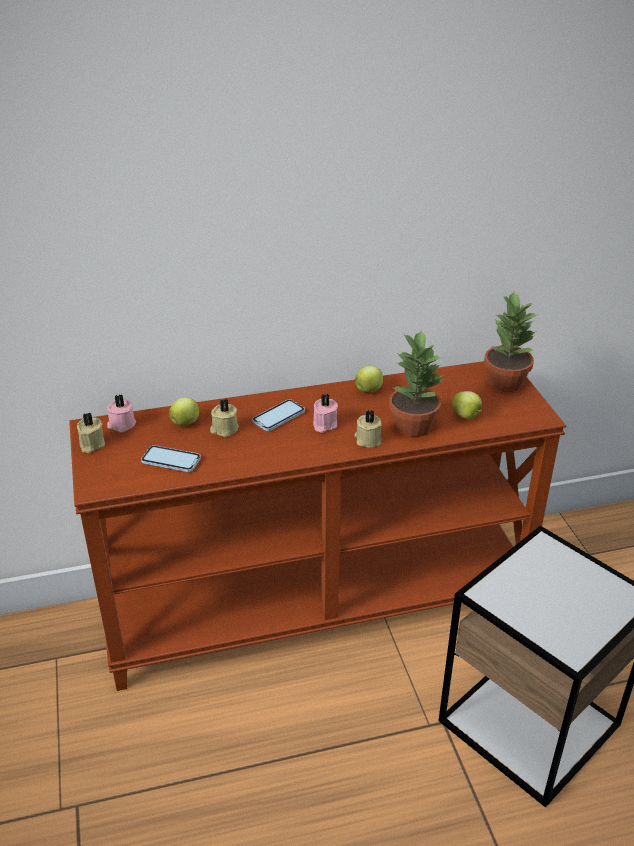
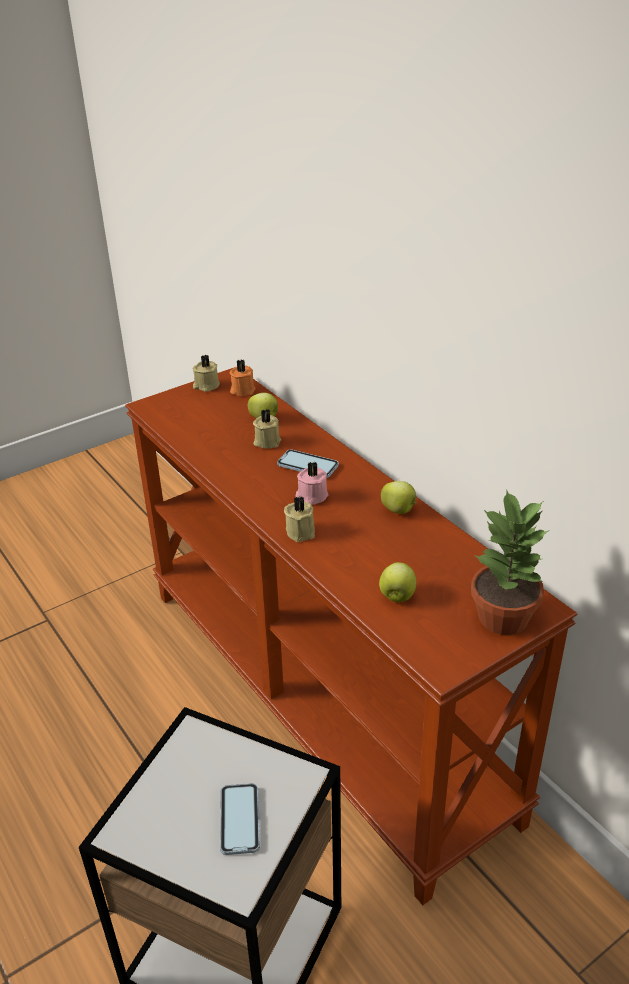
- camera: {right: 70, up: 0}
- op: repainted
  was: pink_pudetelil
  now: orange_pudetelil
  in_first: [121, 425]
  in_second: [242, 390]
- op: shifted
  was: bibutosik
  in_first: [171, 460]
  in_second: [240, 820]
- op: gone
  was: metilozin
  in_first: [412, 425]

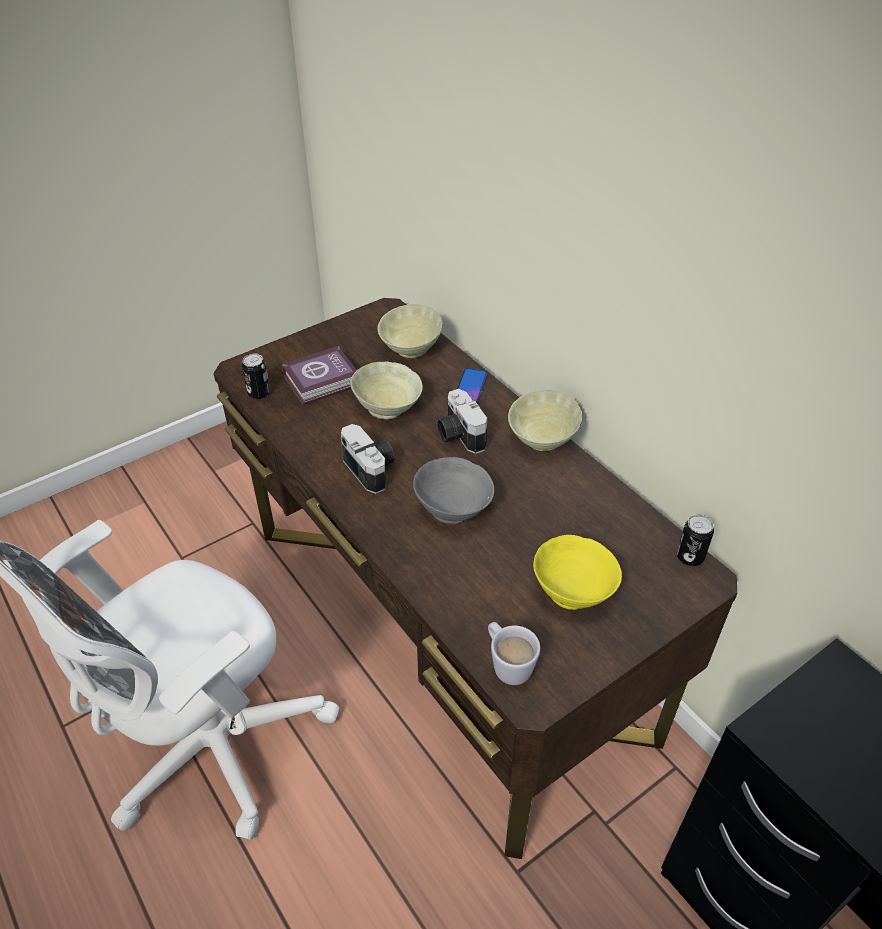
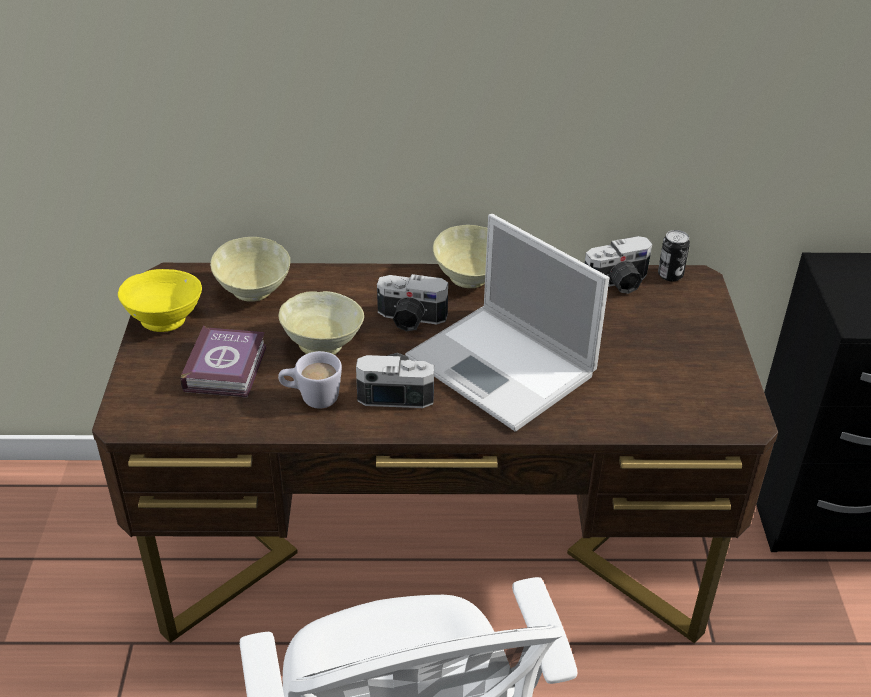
- camera: {right: -55, up: -5}
- op: gone
  was: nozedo
  in_first: [259, 392]
- op: swapped
  was: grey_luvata
  now: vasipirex
  in_first: [453, 511]
  in_second: [503, 367]
- op: gone
  was: bibutosik
  in_first: [470, 387]
- op: shifted
  was: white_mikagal
  in_first: [507, 664]
  in_second: [312, 398]
- op: shifted
  was: yellow_luvata
  in_first: [573, 593]
  in_second: [166, 320]
- op: new
  now: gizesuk
  in_second: [618, 283]

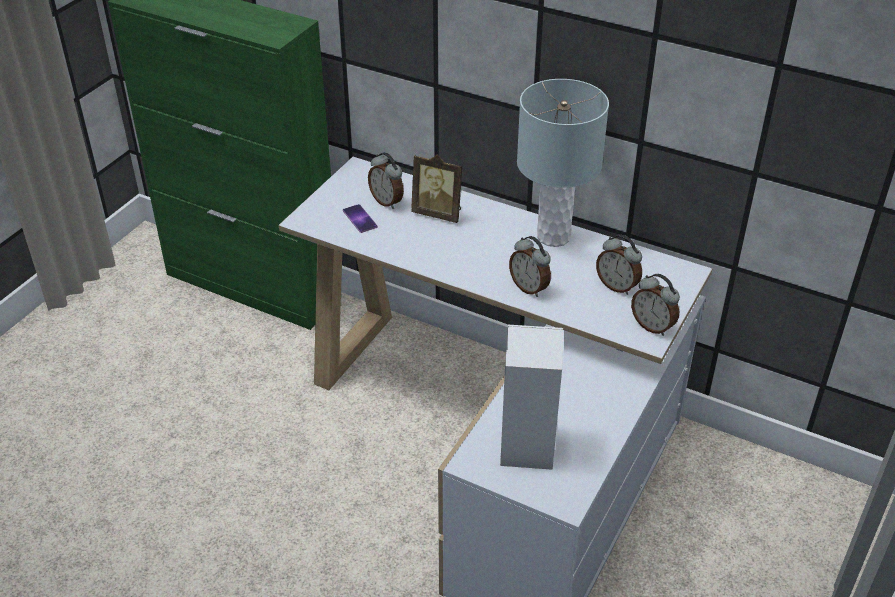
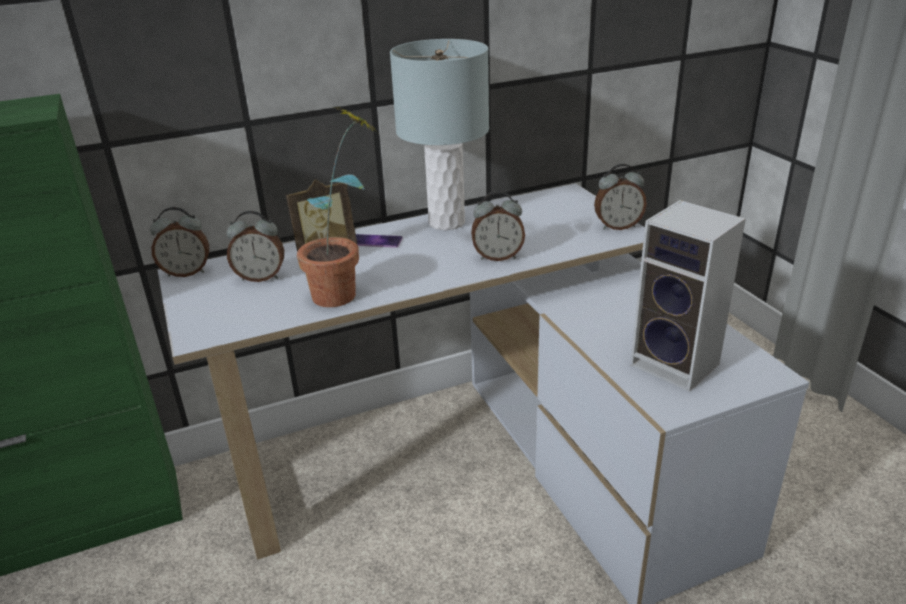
- camera: {right: -50, up: -10}
- op: shifted
  was: bibutosik
  in_first: [360, 218]
  in_second: [376, 241]
- op: shifted
  was: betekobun
  in_first: [617, 286]
  in_second: [187, 272]
- op: new
  now: metilozin
  in_second: [347, 291]

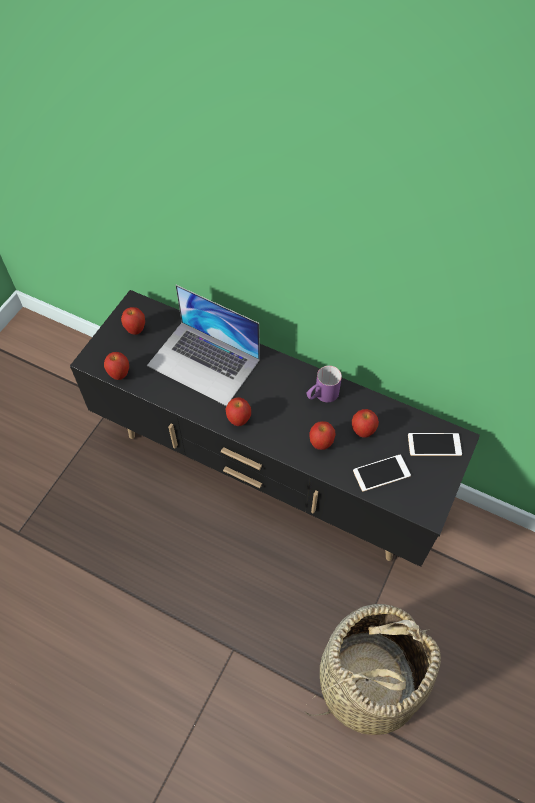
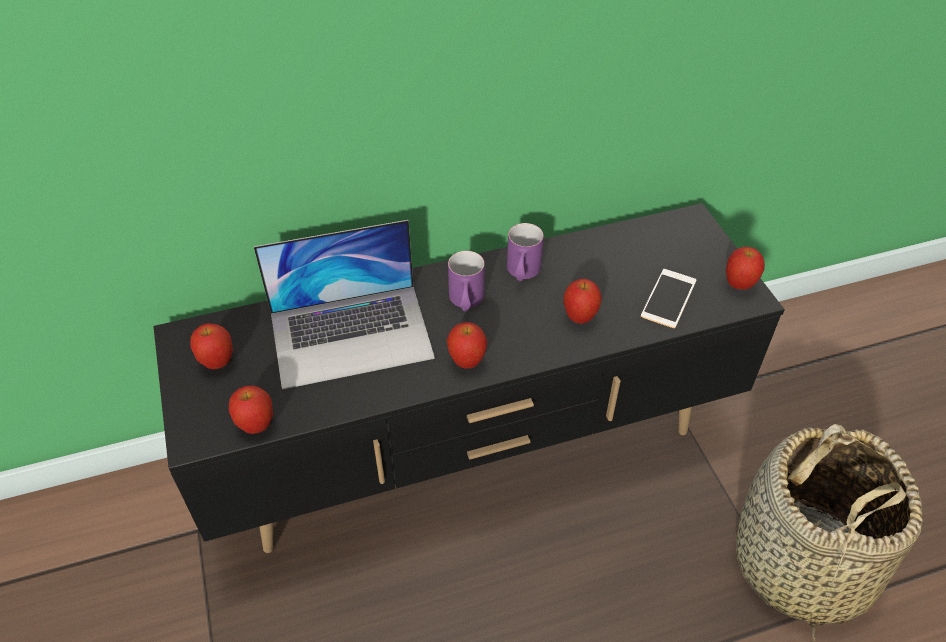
- camera: {right: -45, up: -10}
- op: shifted
  was: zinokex
  in_first: [362, 431]
  in_second: [739, 285]
- op: gone
  was: bibutosik
  in_first: [434, 444]
- op: new
  now: purple_mikagal
  in_second: [466, 302]

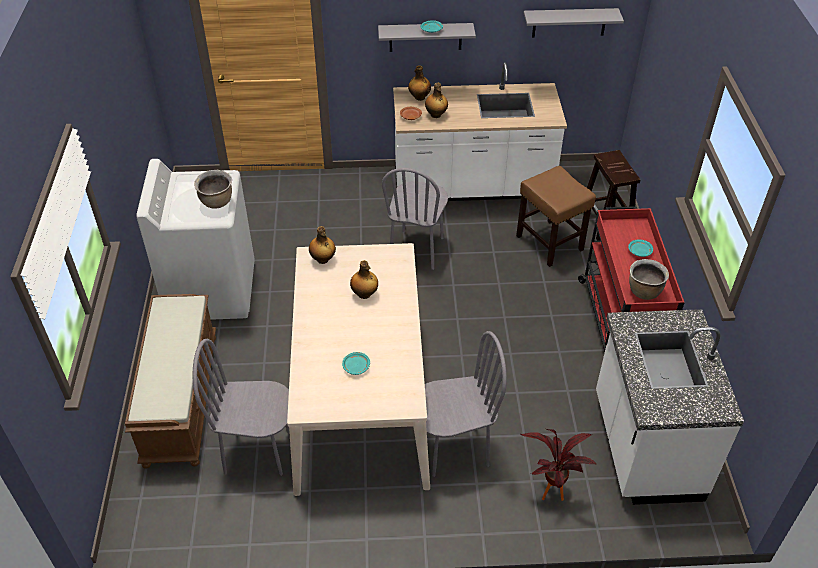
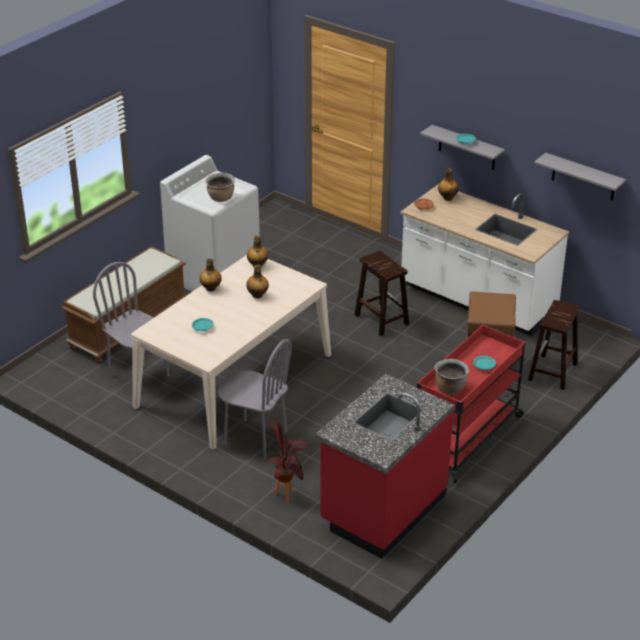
- camera: {right: 40, up: -10}
- op: swapped
  was: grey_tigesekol
  now: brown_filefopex
  in_first: [417, 249]
  in_second: [381, 319]
- op: shifted
  was: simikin
  in_first: [436, 115]
  in_second: [210, 288]
- op: repainted
  was: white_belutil
  now: red_belutil
  in_first: [644, 447]
  in_second: [382, 509]

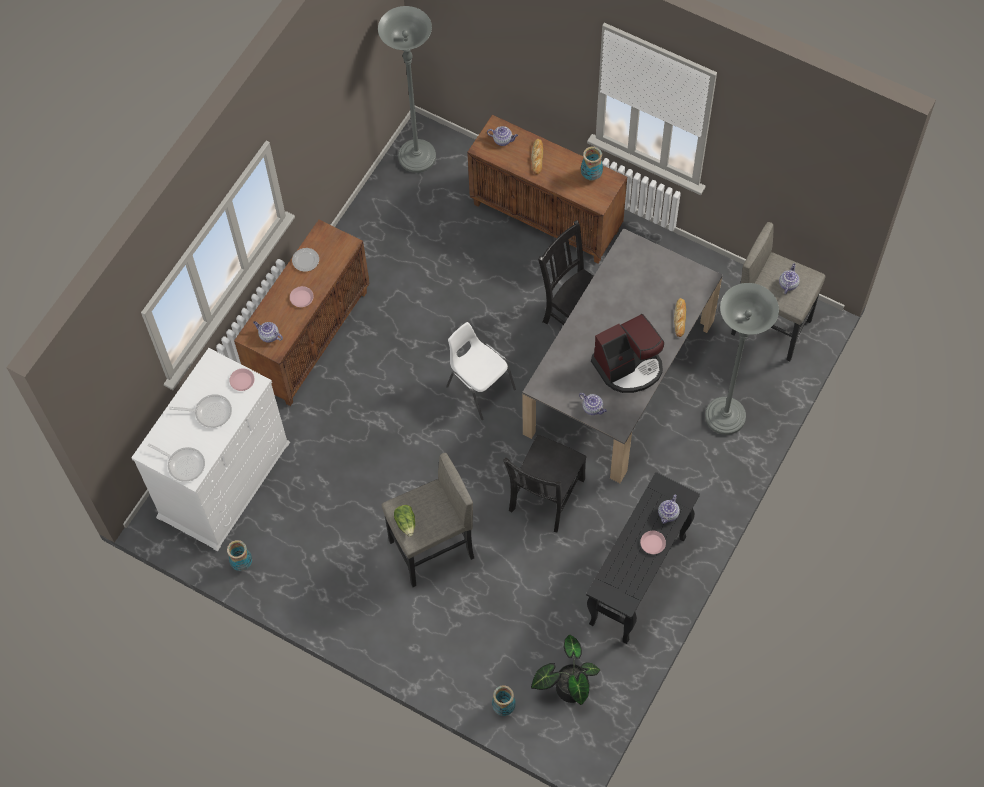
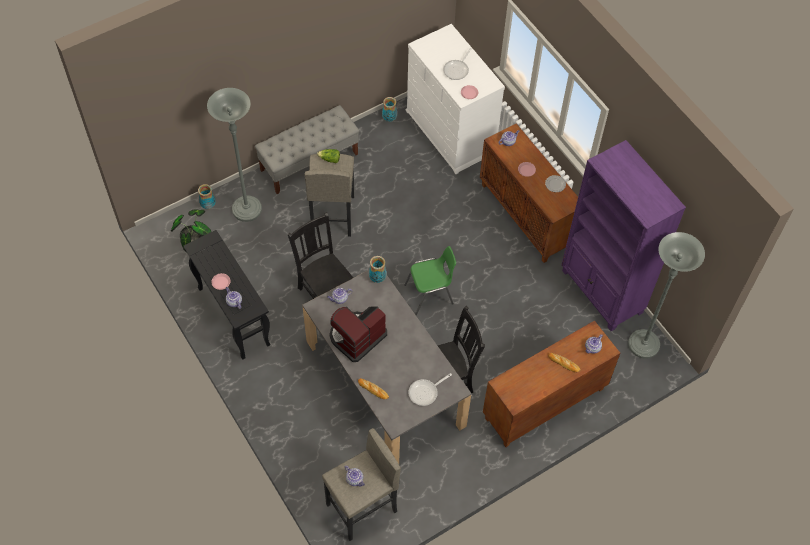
- camera: {right: 115, up: -5}
- op: shifted
  was: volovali
  in_first: [183, 464]
  in_second: [425, 392]
- op: repainted
  was: white_tigesekol
  now: green_tigesekol
  in_first: [479, 387]
  in_second: [430, 294]
- op: shifted
  was: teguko
  in_first: [591, 175]
  in_second: [377, 278]
- op: rotated
  was: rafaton
  in_first: [629, 366]
  in_second: [356, 337]
  clockwise: 45
- op: shifted
  was: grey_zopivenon
  in_first: [725, 417]
  in_second: [247, 210]
- op: new
  now: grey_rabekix
  in_second: [309, 162]
- op: new
  now: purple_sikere
  in_second: [601, 292]

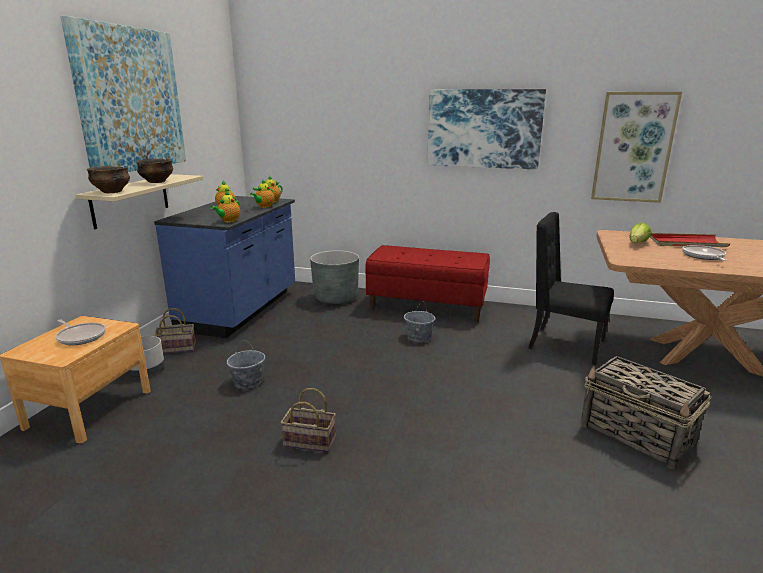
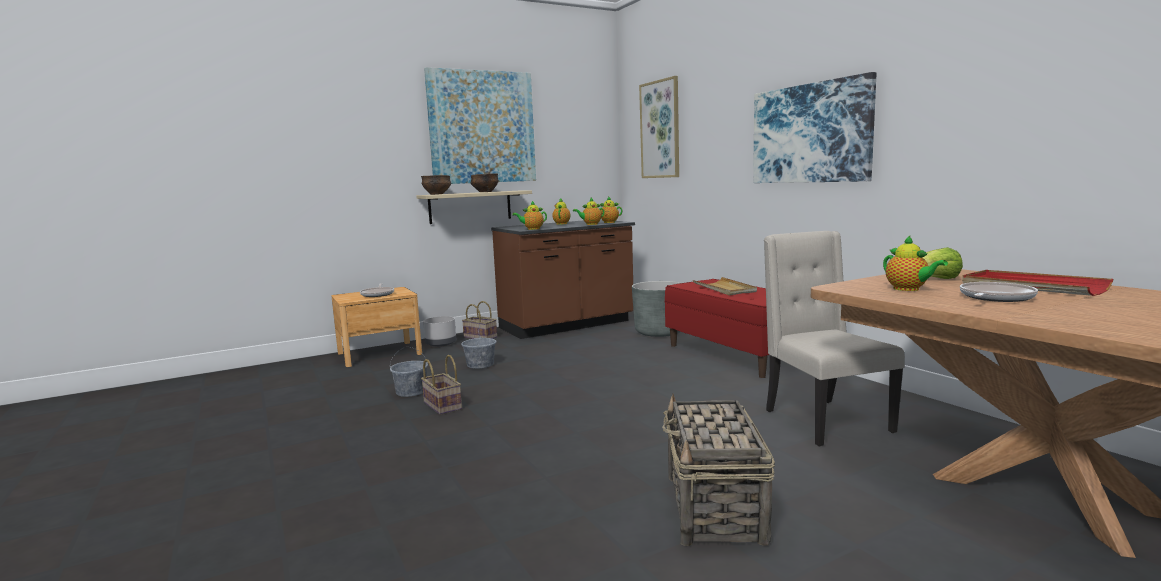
- camera: {right: 45, up: -10}
- op: repainted
  was: blue_belutil
  now: brown_belutil
  in_first: [241, 310]
  in_second: [567, 325]
- op: shifted
  was: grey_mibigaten
  in_first: [419, 336]
  in_second: [411, 392]
- op: repainted
  was: black_tigesekol
  now: beige_tigesekol
  in_first: [564, 345]
  in_second: [823, 421]
- op: shifted
  was: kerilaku
  in_first: [633, 147]
  in_second: [660, 129]
- op: new
  now: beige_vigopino
  in_second: [724, 289]
- op: new
  now: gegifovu
  in_second: [908, 289]

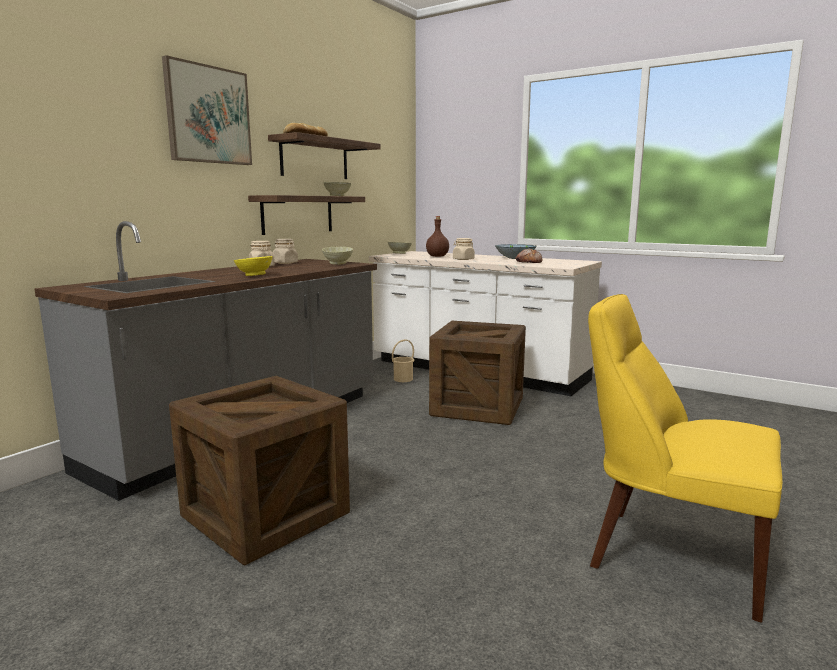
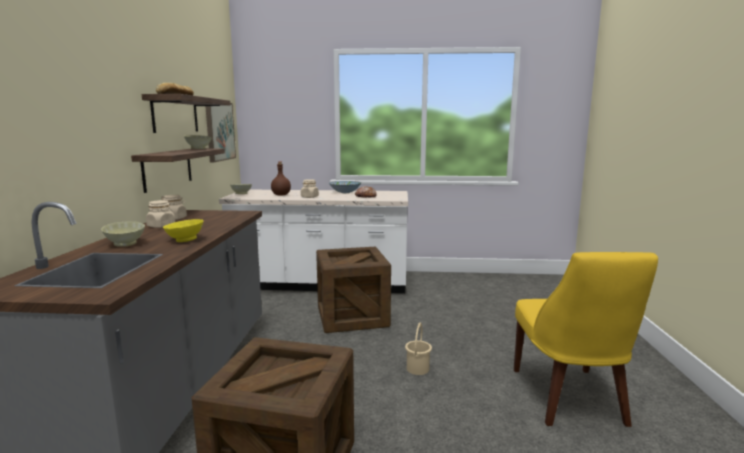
- camera: {right: -30, up: 0}
- op: shifted
  was: kerilaku
  in_first: [208, 115]
  in_second: [219, 131]
- op: shifted
  was: beige_luvata
  in_first: [337, 264]
  in_second: [124, 244]
- op: shifted
  was: beige_mibigaten
  in_first: [403, 379]
  in_second: [418, 368]
- op: rotated
  was: yellow_tigesekol
  in_first: [668, 555]
  in_second: [569, 399]
  clockwise: -90

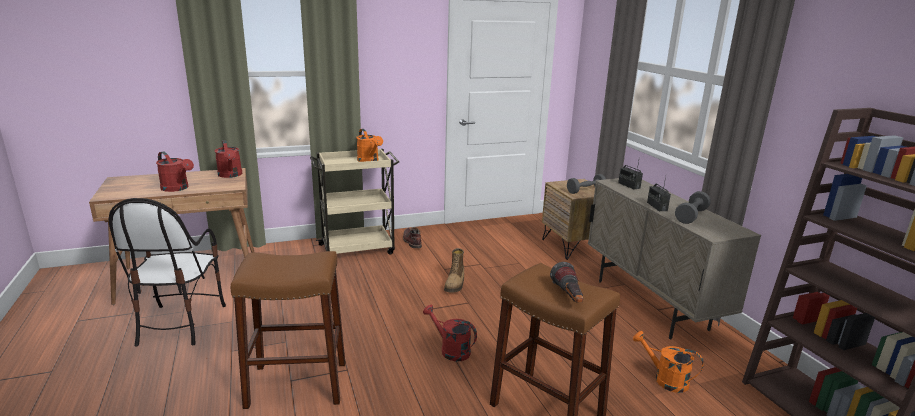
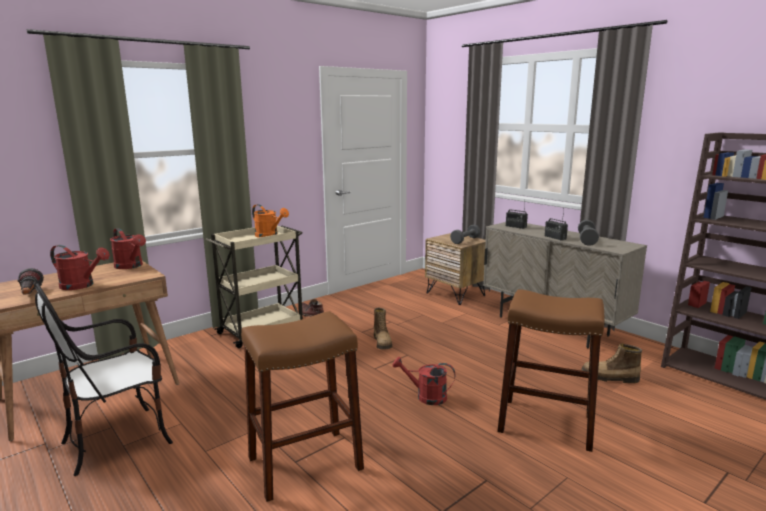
- camera: {right: -20, up: -5}
- op: rotated
  was: tigesekol
  in_first: [180, 323]
  in_second: [118, 440]
  clockwise: 75
- op: shifted
  was: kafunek
  in_first: [568, 297]
  in_second: [30, 295]
- op: swapped
  was: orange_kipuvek
  now: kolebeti
  in_first: [665, 379]
  in_second: [609, 378]

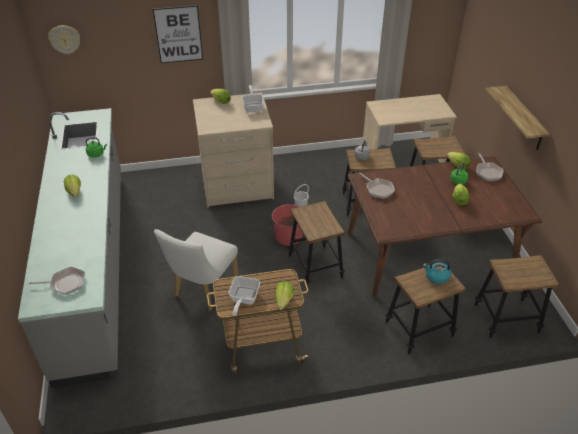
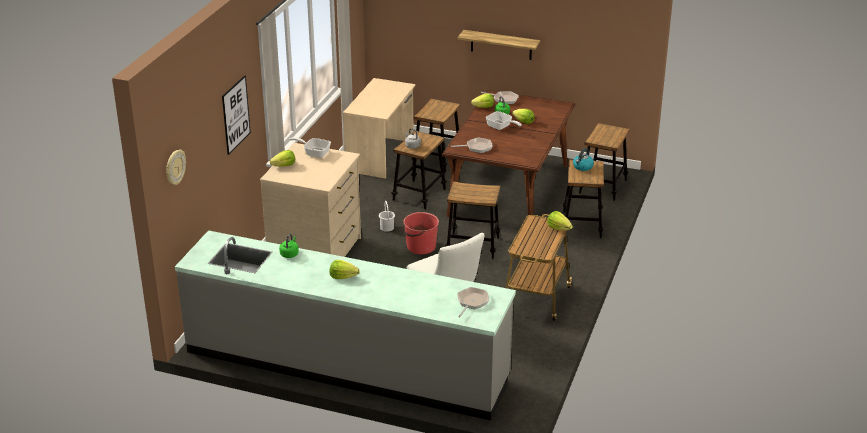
- camera: {right: -60, up: -10}
- op: shifted
  was: volovali
  in_first: [243, 299]
  in_second: [501, 127]

